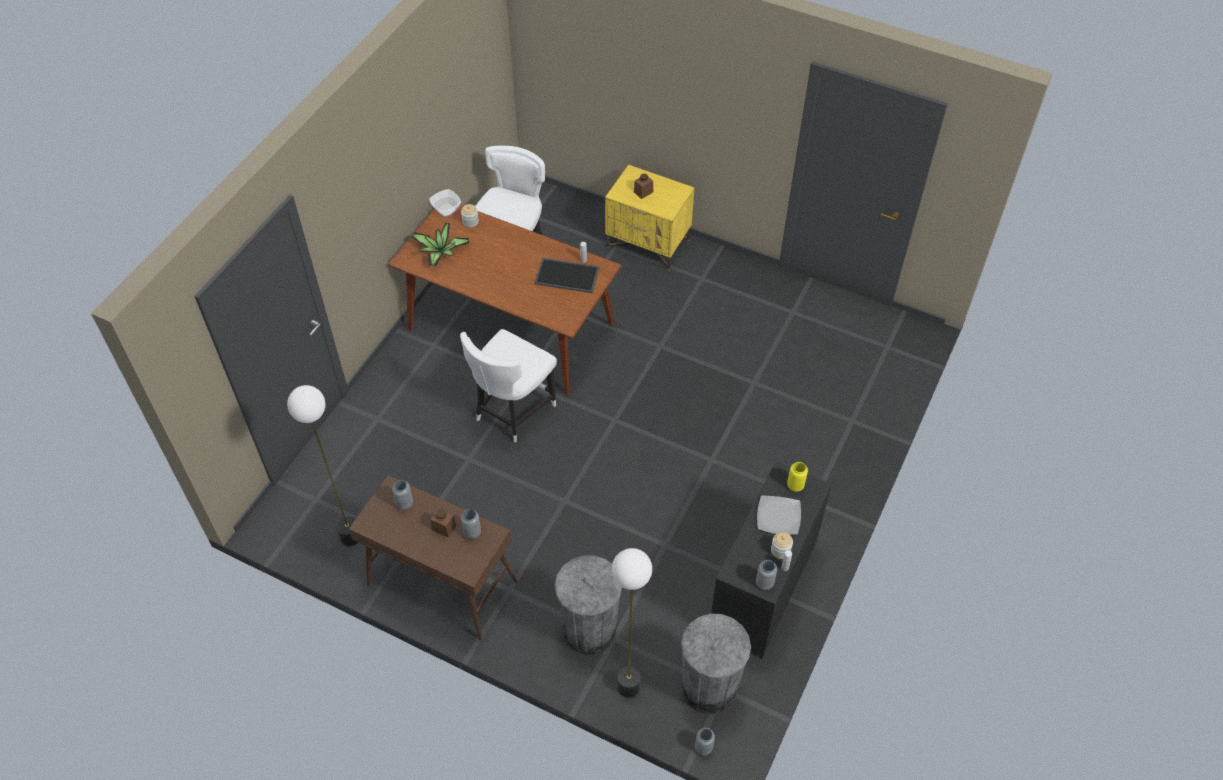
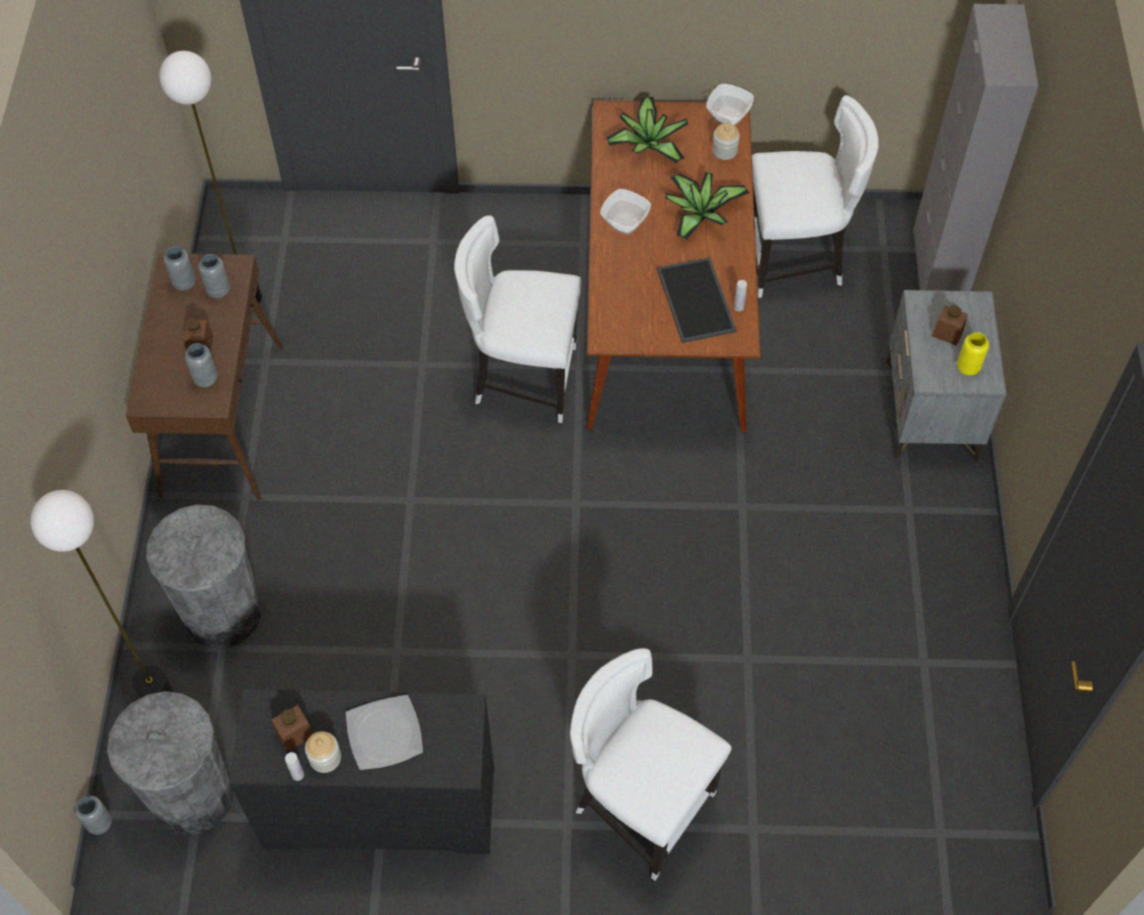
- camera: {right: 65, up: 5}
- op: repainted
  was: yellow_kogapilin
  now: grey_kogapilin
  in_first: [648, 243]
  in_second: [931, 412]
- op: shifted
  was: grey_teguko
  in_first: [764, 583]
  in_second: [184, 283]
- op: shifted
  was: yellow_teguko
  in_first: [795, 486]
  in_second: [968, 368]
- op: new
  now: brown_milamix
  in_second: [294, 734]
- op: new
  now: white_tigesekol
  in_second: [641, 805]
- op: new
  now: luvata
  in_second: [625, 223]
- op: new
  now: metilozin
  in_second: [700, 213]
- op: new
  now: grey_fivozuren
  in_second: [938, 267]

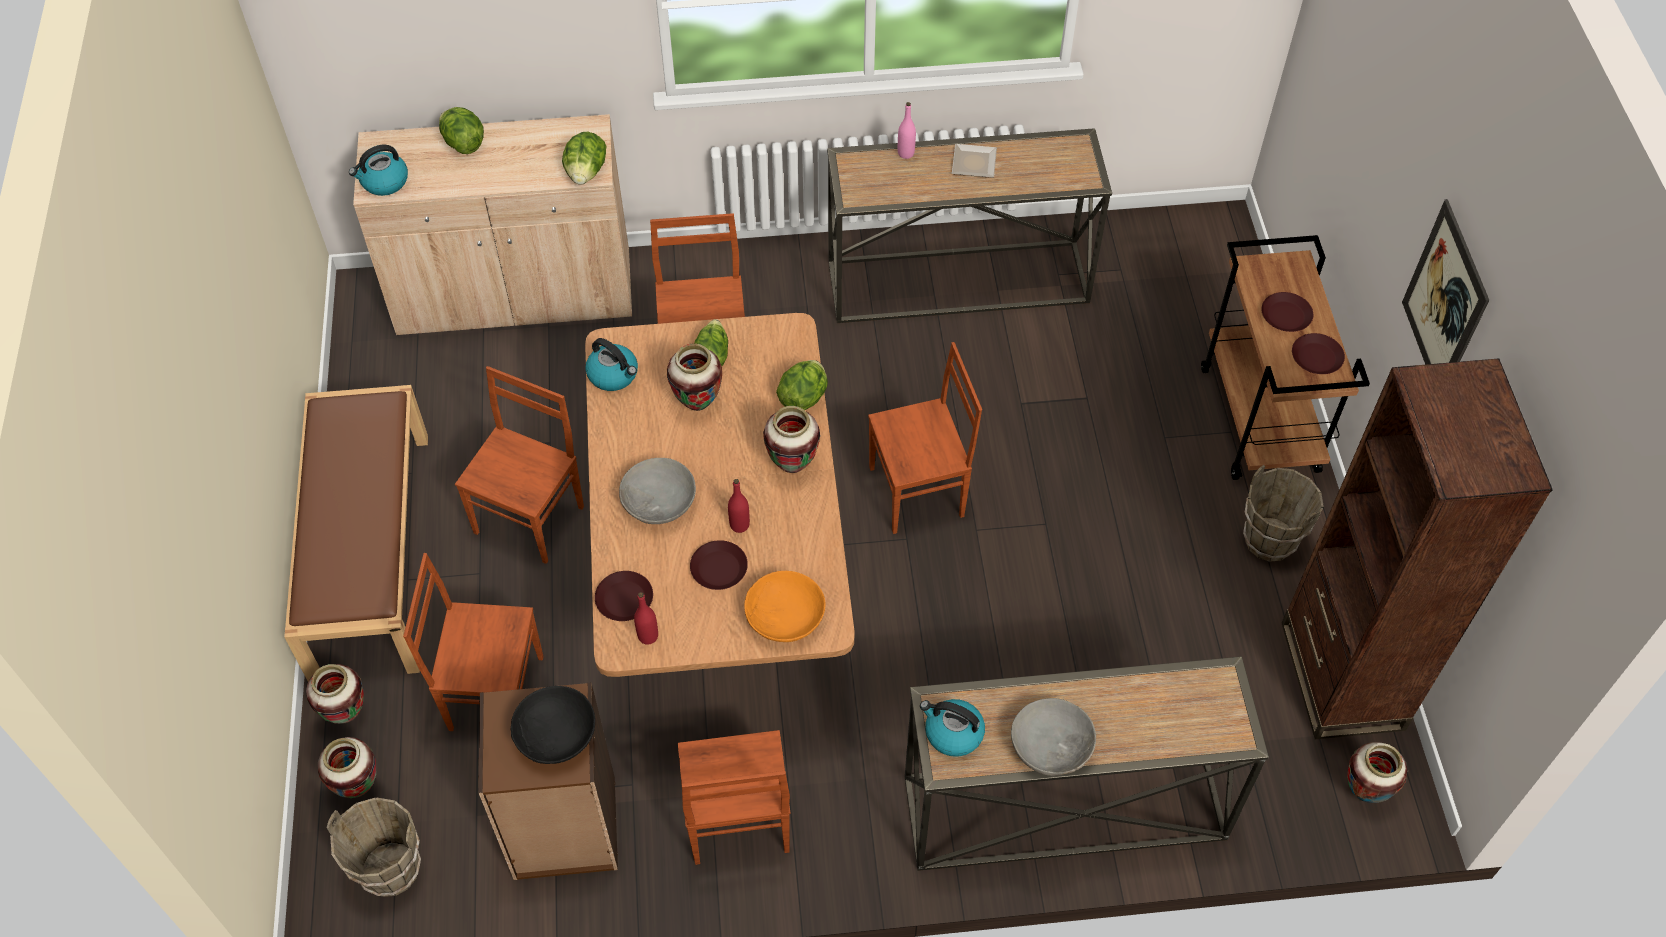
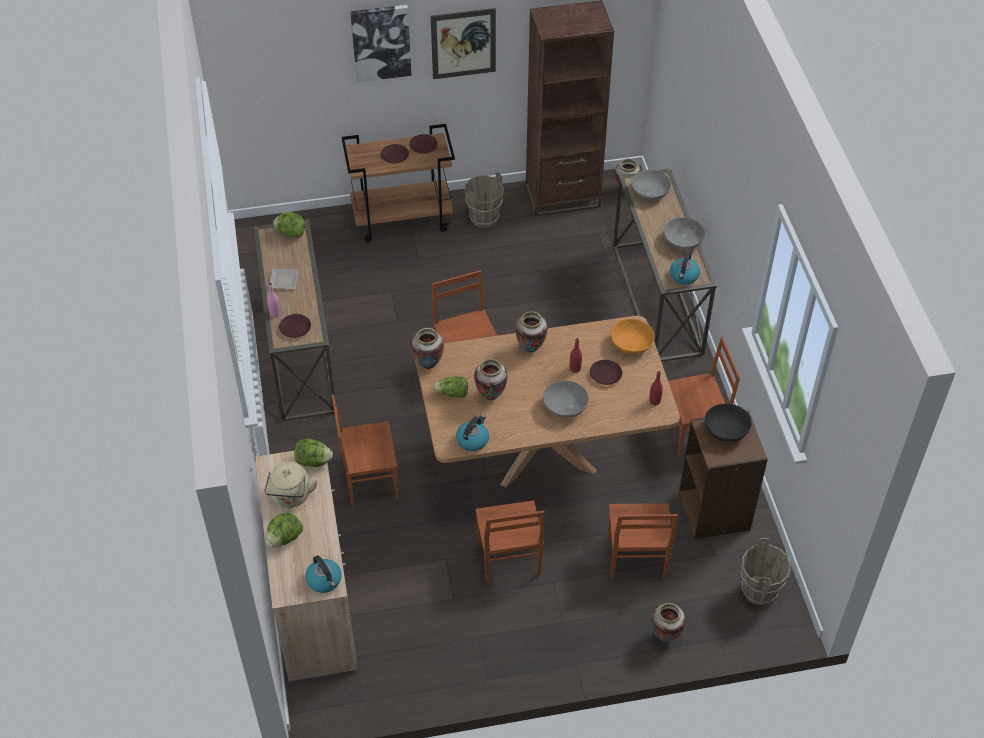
- camera: {right: -95, up: -5}
- op: gone
  was: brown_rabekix
  in_first: [370, 552]
- op: shifted
  was: teguko
  in_first: [358, 787]
  in_second: [428, 365]
- op: rotated
  was: brown_tigesekol
  in_first: [531, 519]
  in_second: [508, 560]
  clockwise: -120
- op: shifted
  was: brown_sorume
  in_first: [624, 600]
  in_second: [295, 328]
- op: shifted
  was: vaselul
  in_first: [804, 397]
  in_second: [290, 233]
- op: new
  now: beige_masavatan
  in_second: [291, 497]
- op: new
  now: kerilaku
  in_second: [381, 42]
- op: new
  now: grey_luvata
  in_second: [650, 192]

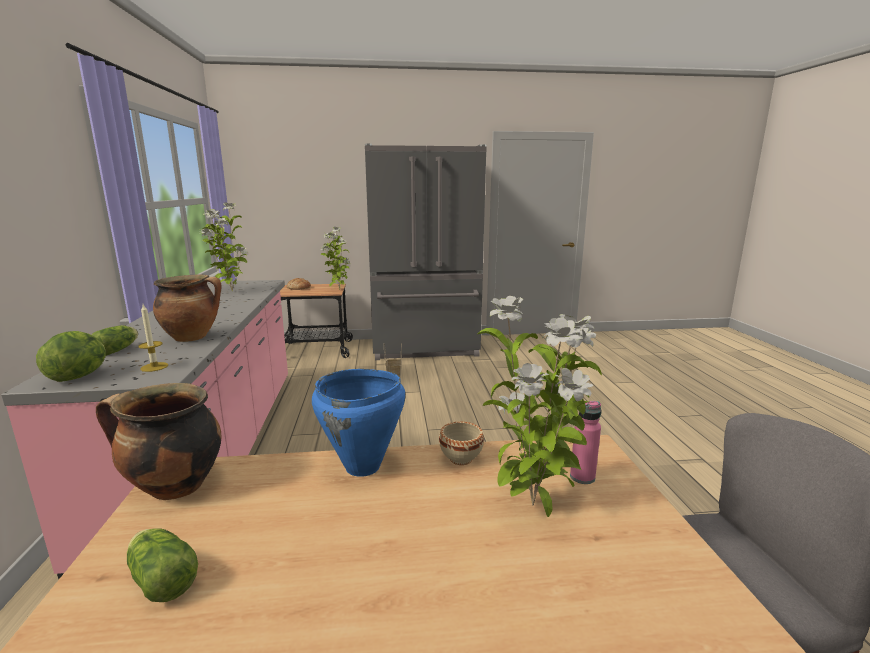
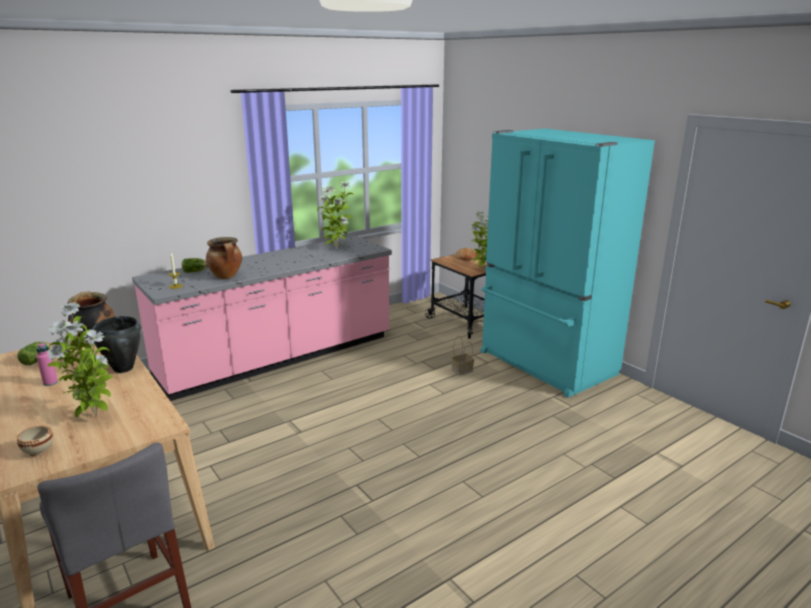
- camera: {right: 60, up: 5}
- op: gone
  was: vaselul
  in_first: [79, 376]
- op: repainted
  was: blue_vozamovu
  now: black_vozamovu
  in_first: [363, 467]
  in_second: [123, 368]
- op: repainted
  was: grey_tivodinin
  now: turquoise_tivodinin
  in_first: [425, 348]
  in_second: [545, 364]
- op: shifted
  was: beige_luvata
  in_first: [460, 458]
  in_second: [40, 451]
- op: shifted
  was: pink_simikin
  in_first: [582, 477]
  in_second: [50, 383]

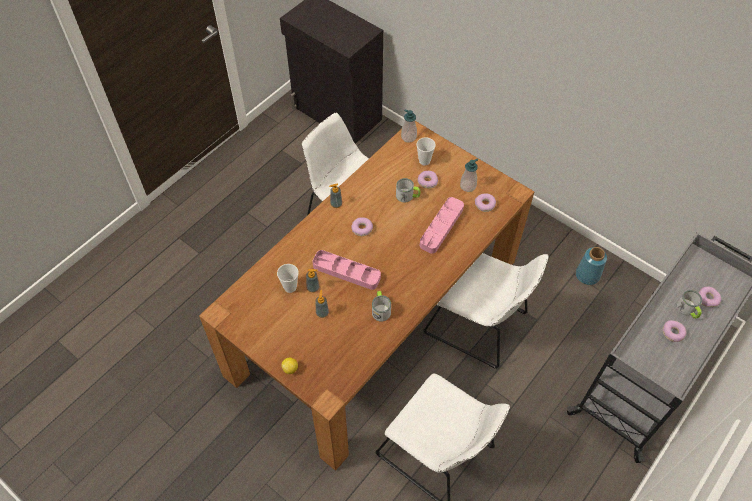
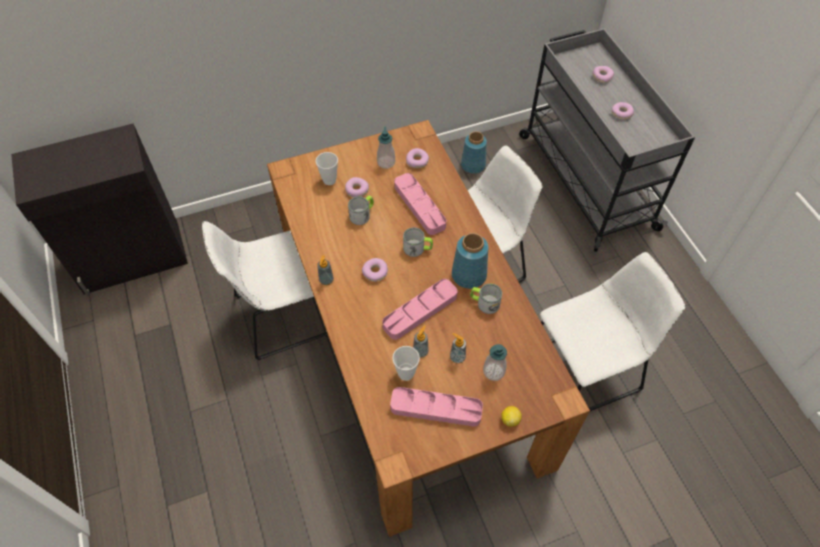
- camera: {right: -60, up: 0}
- op: shifted
  was: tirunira
  in_first: [408, 137]
  in_second: [494, 371]
- op: shifted
  was: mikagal
  in_first: [688, 310]
  in_second: [417, 248]
- op: new
  now: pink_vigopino
  in_second: [436, 409]
- op: new
  now: blue_teguko
  in_second: [469, 274]

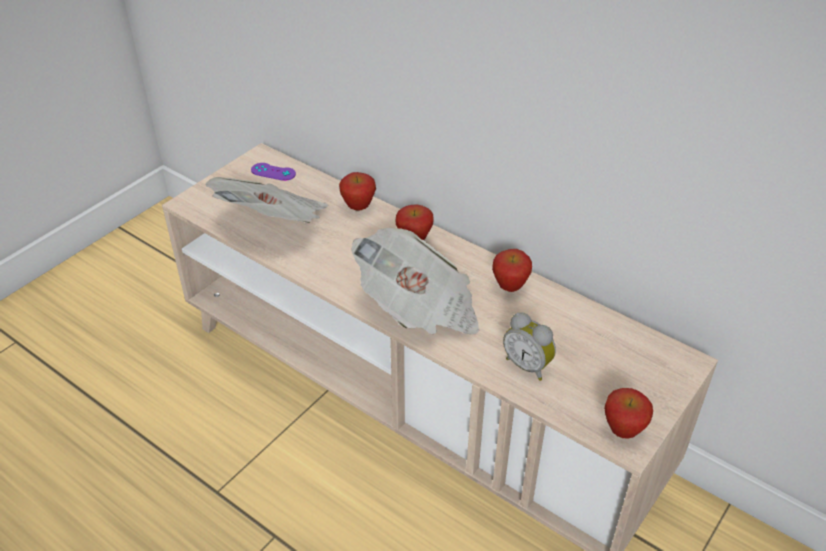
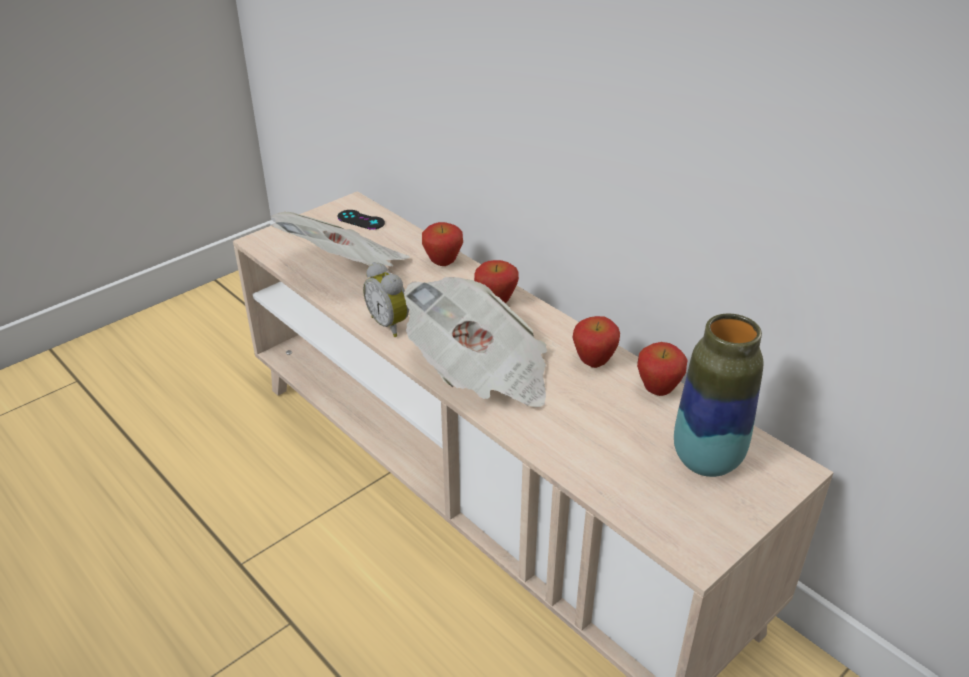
- camera: {right: 10, up: -5}
- op: repainted
  was: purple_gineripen
  now: black_gineripen
  in_first: [273, 172]
  in_second: [361, 220]
- op: shifted
  was: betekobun
  in_first: [528, 365]
  in_second: [390, 324]
- op: shifted
  was: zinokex
  in_first: [622, 431]
  in_second: [658, 390]
- op: new
  now: teguko
  in_second: [706, 460]

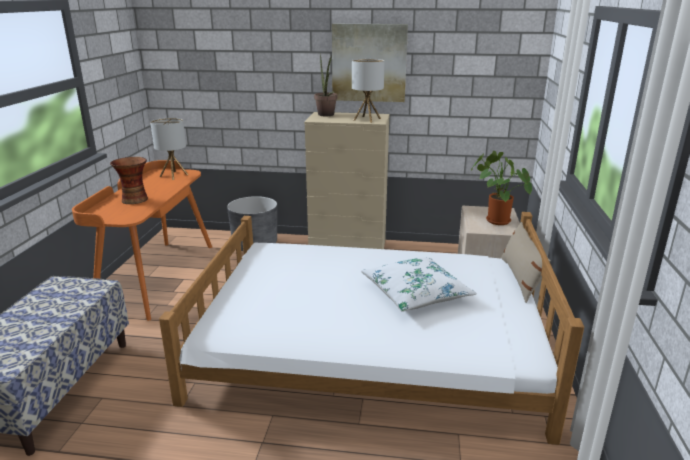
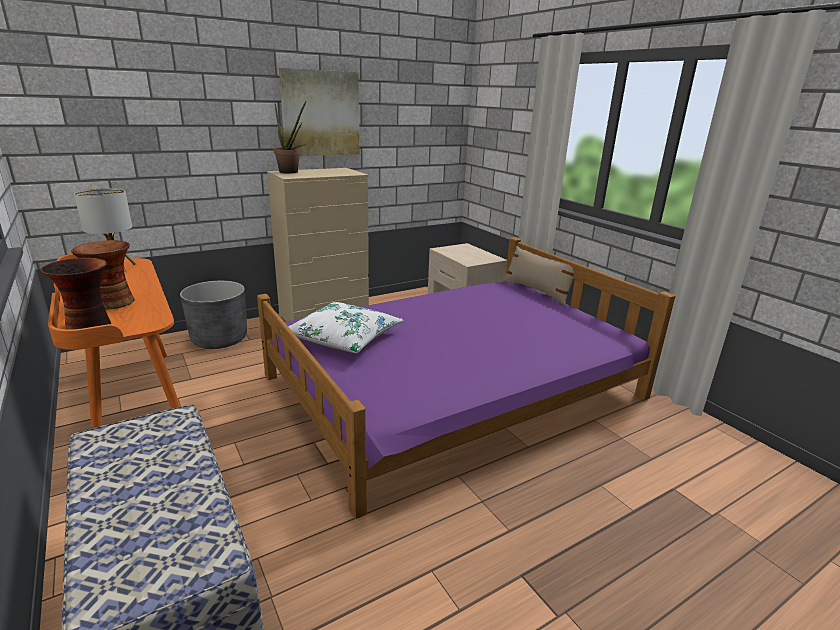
- camera: {right: -40, up: 0}
- op: repainted
  was: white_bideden
  now: purple_bideden
  in_first: [368, 346]
  in_second: [454, 387]
- op: gone
  was: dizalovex
  in_first: [367, 119]
- op: shifted
  was: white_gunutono
  in_first: [416, 293]
  in_second: [344, 338]
- op: gone
  was: metilozin
  in_first: [495, 220]
- op: new
  now: teguko
  in_second: [90, 326]

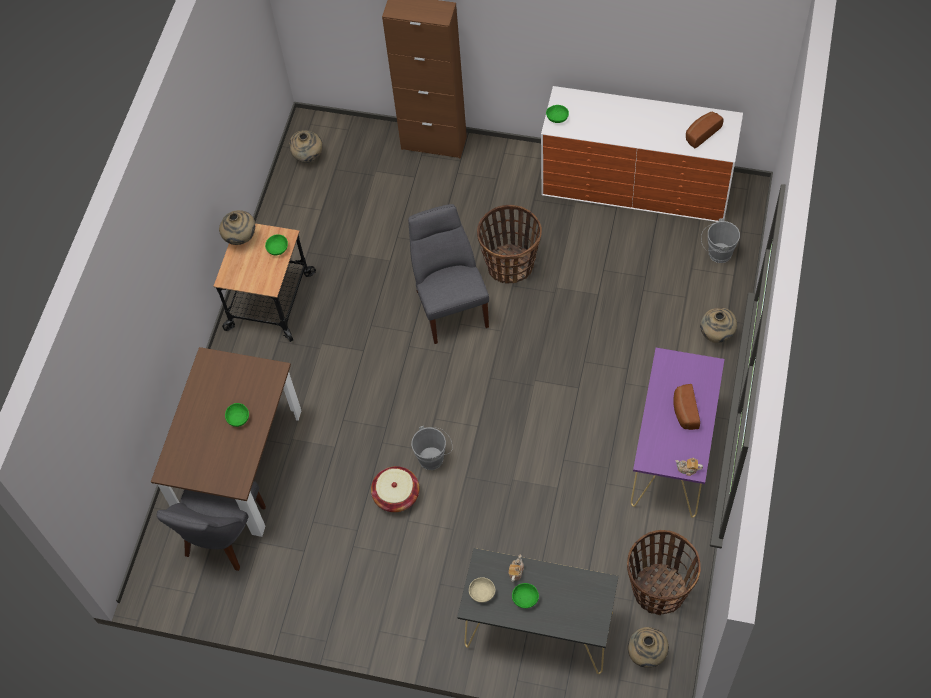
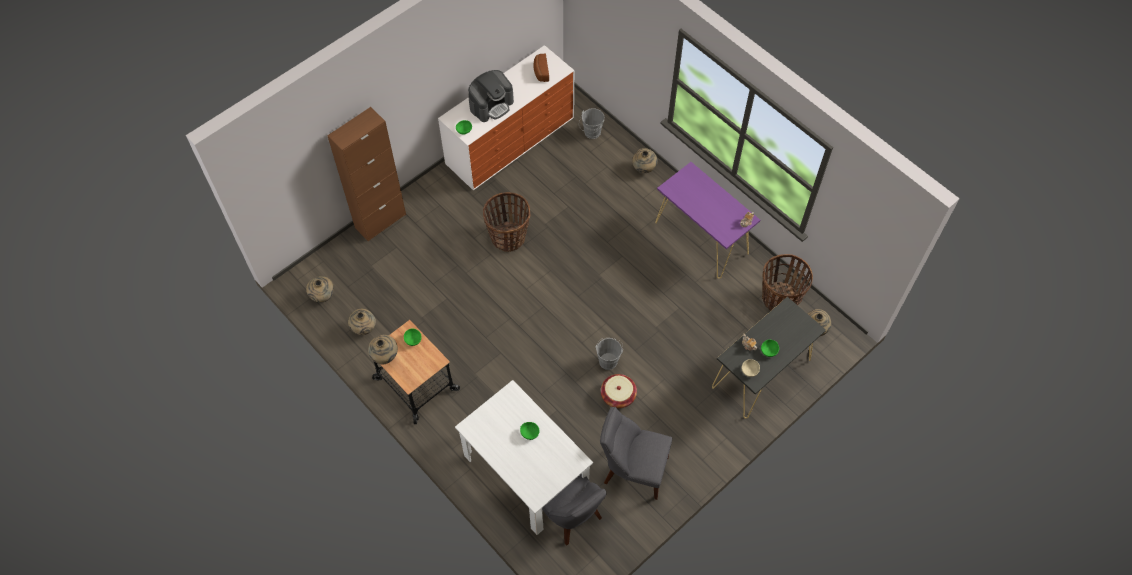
- camera: {right: -60, up: 0}
- op: repainted
  was: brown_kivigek
  now: white_kivigek
  in_first: [241, 465]
  in_second: [525, 473]
- op: shifted
  was: grey_tigesekol
  in_first: [450, 305]
  in_second: [632, 469]
- op: gone
  was: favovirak
  in_first: [684, 412]
- op: new
  now: beige_teguko
  in_second: [364, 328]
- op: new
  now: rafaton
  in_second: [491, 105]

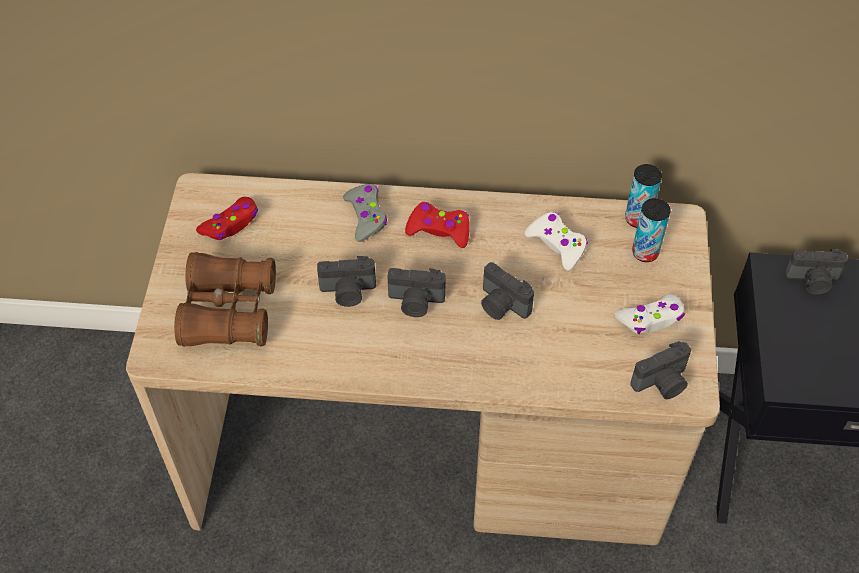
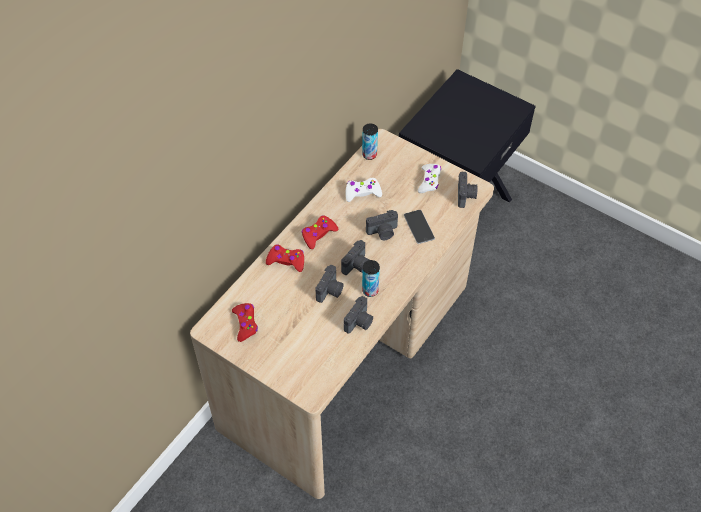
- camera: {right: -60, up: 0}
- op: gone
  was: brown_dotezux
  in_first: [228, 312]
- op: repainted
  was: grey_gineripen
  now: red_gineripen
  in_first: [366, 216]
  in_second: [286, 261]
- op: shifted
  was: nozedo
  in_first: [645, 252]
  in_second: [370, 290]
- op: shifted
  was: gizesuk
  in_first: [812, 281]
  in_second: [359, 322]
- op: new
  now: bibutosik
  in_second: [419, 227]

